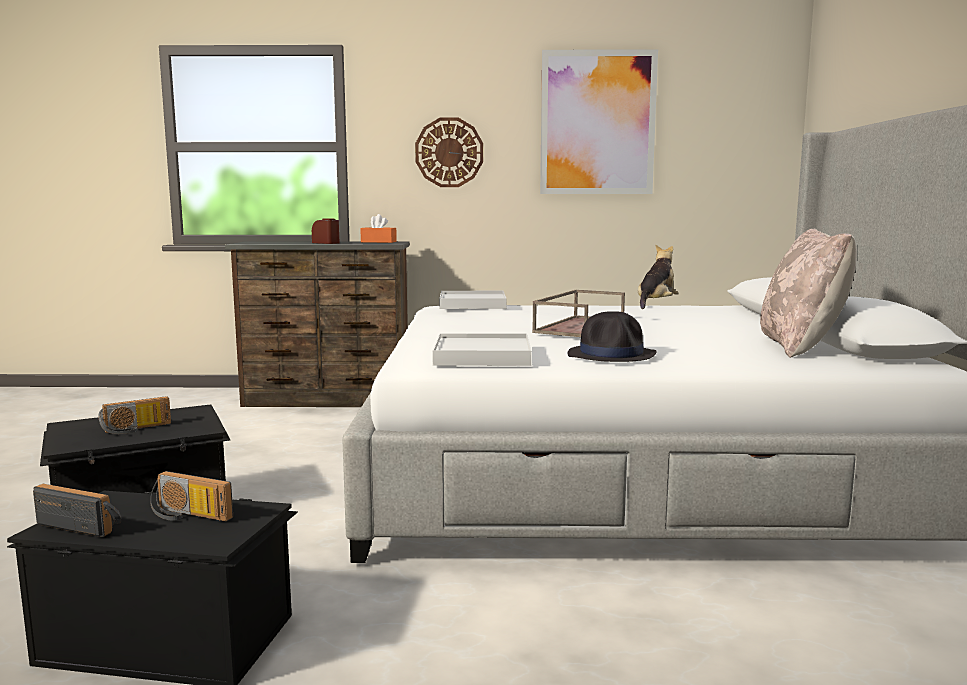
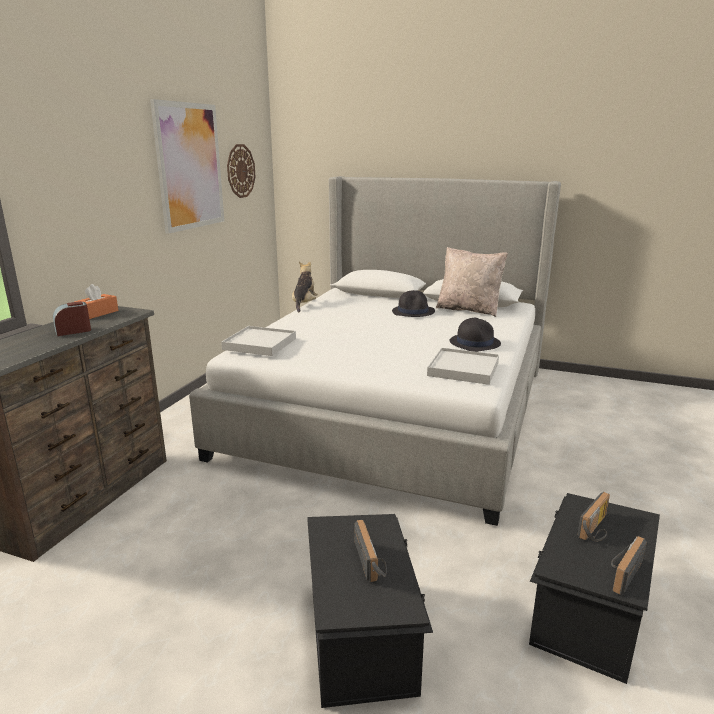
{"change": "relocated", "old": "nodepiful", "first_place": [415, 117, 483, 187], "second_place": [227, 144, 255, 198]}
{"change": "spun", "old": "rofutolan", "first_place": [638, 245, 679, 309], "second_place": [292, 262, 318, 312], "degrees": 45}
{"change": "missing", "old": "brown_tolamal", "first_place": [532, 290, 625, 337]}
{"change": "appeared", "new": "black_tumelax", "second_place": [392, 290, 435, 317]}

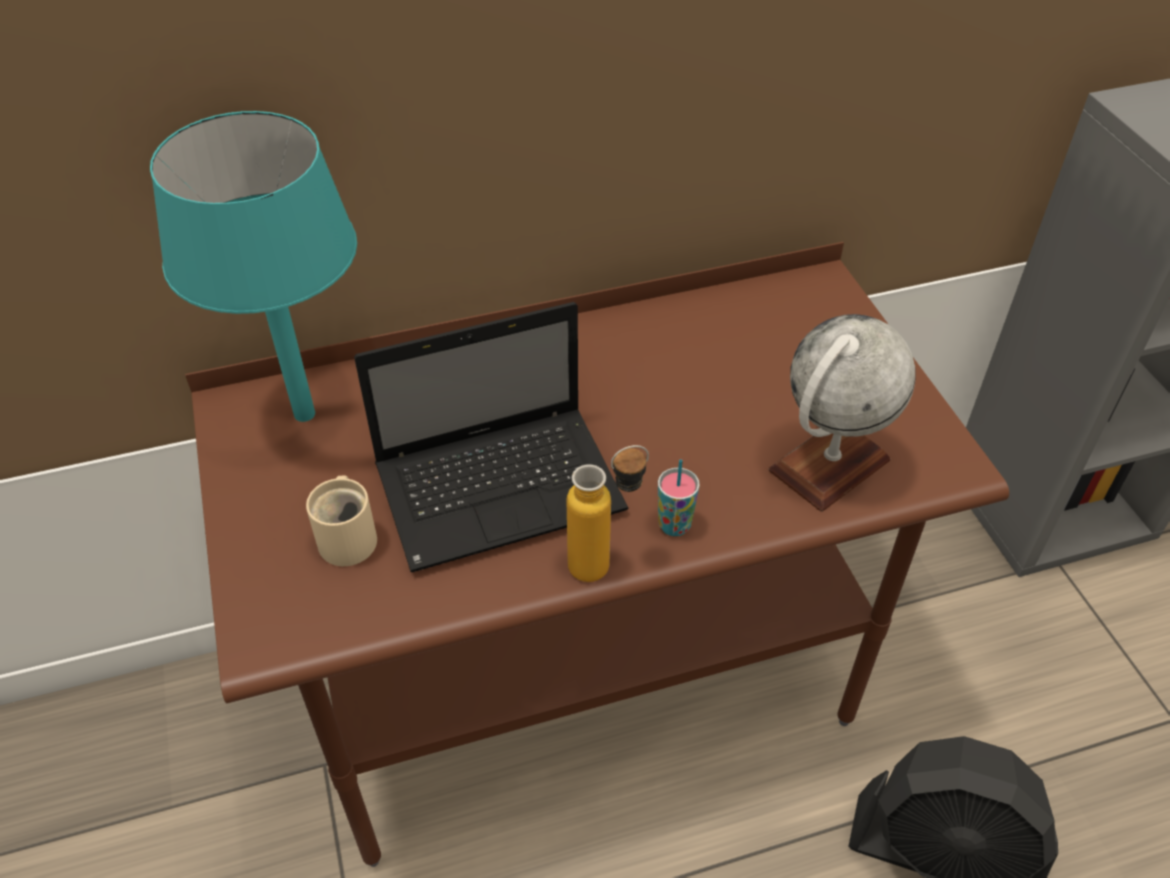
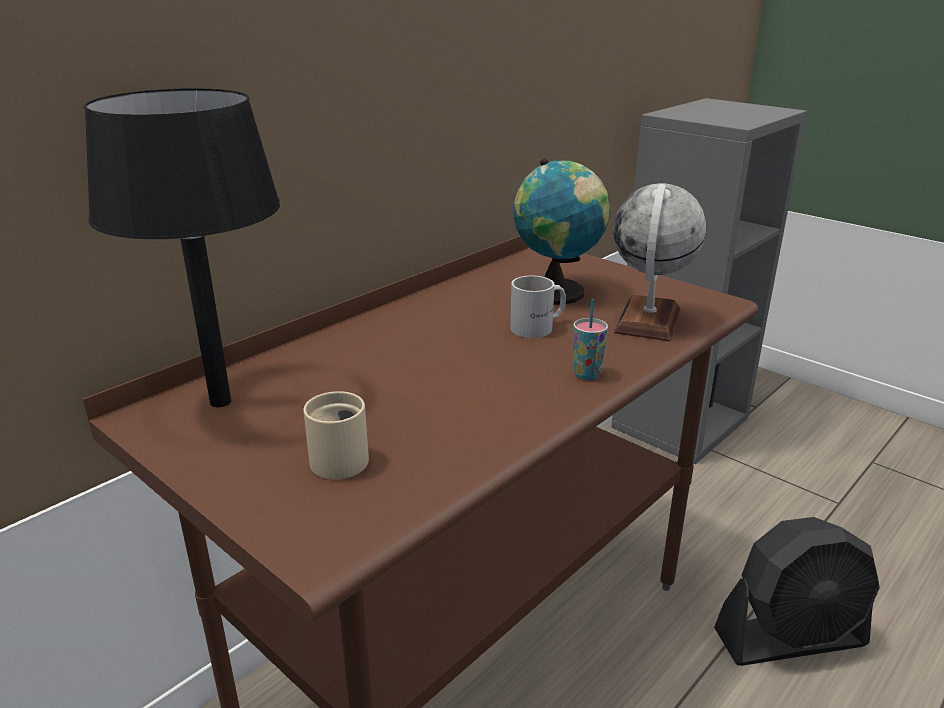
{"change": "colour", "old": "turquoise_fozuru", "new": "black_fozuru", "first_place": [150, 111, 357, 422], "second_place": [84, 88, 280, 407]}
{"change": "missing", "old": "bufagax", "first_place": [354, 302, 629, 572]}
{"change": "missing", "old": "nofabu", "first_place": [567, 445, 649, 582]}
{"change": "appeared", "new": "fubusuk", "second_place": [513, 159, 610, 305]}
{"change": "appeared", "new": "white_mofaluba", "second_place": [510, 276, 566, 338]}

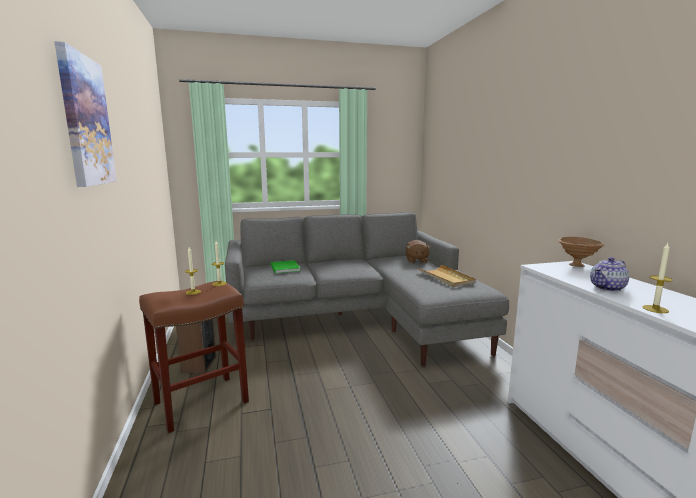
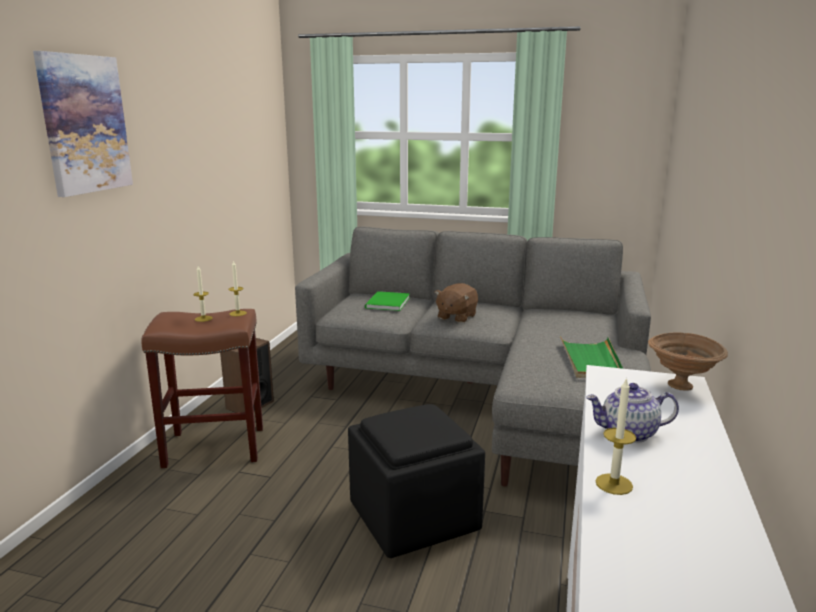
{"change": "relocated", "old": "brown_rofutolan", "first_place": [406, 240, 431, 263], "second_place": [435, 283, 478, 323]}
{"change": "colour", "old": "beige_tolamal", "new": "green_tolamal", "first_place": [418, 264, 476, 287], "second_place": [560, 336, 623, 378]}
{"change": "appeared", "new": "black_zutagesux", "second_place": [348, 404, 485, 558]}

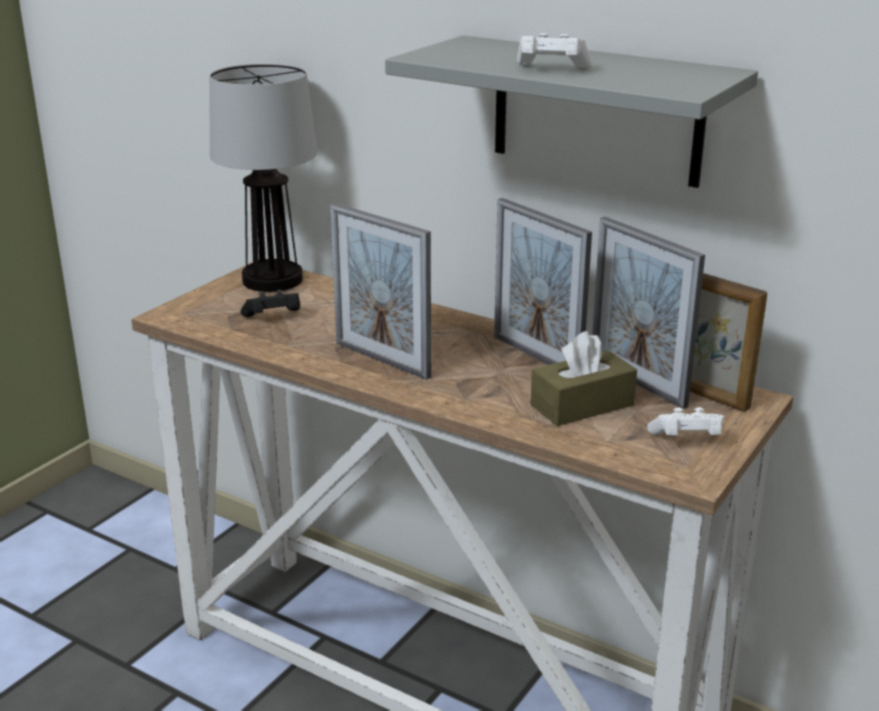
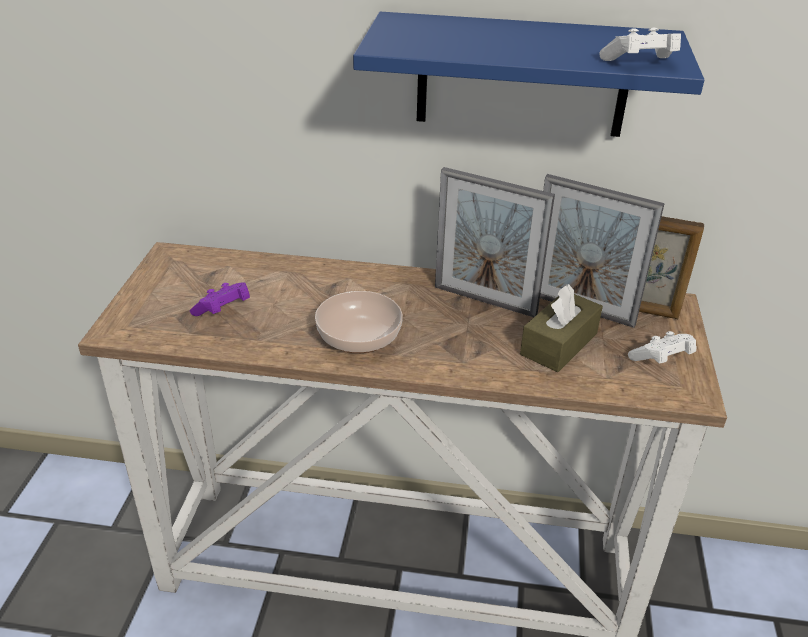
{"change": "relocated", "old": "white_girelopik", "first_place": [517, 33, 592, 68], "second_place": [599, 28, 681, 61]}
{"change": "colour", "old": "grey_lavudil", "new": "blue_lavudil", "first_place": [385, 35, 758, 188], "second_place": [353, 12, 704, 137]}
{"change": "missing", "old": "fozuru", "first_place": [209, 64, 317, 292]}
{"change": "exchanged", "old": "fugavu", "new": "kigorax", "first_place": [330, 203, 431, 380], "second_place": [315, 291, 403, 353]}
{"change": "colour", "old": "black_girelopik", "new": "purple_girelopik", "first_place": [241, 290, 300, 317], "second_place": [190, 282, 250, 316]}

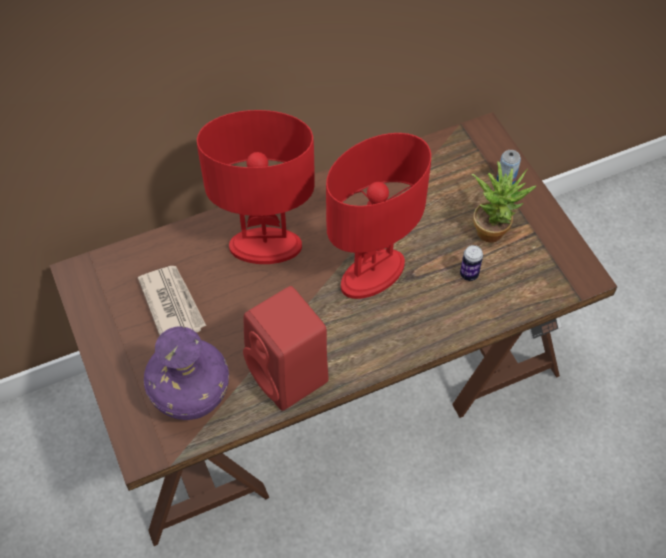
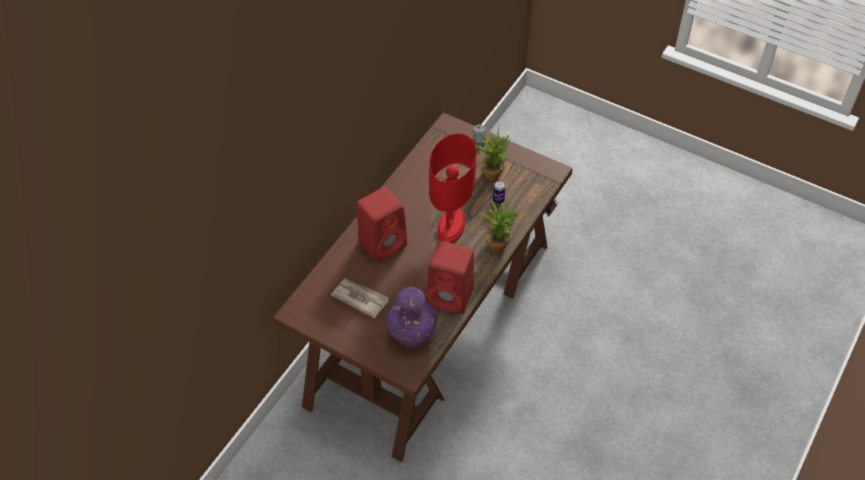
{"change": "exchanged", "old": "red_fozuru", "new": "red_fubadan", "first_place": [197, 110, 315, 264], "second_place": [357, 187, 407, 262]}
{"change": "appeared", "new": "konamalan", "second_place": [480, 200, 519, 252]}

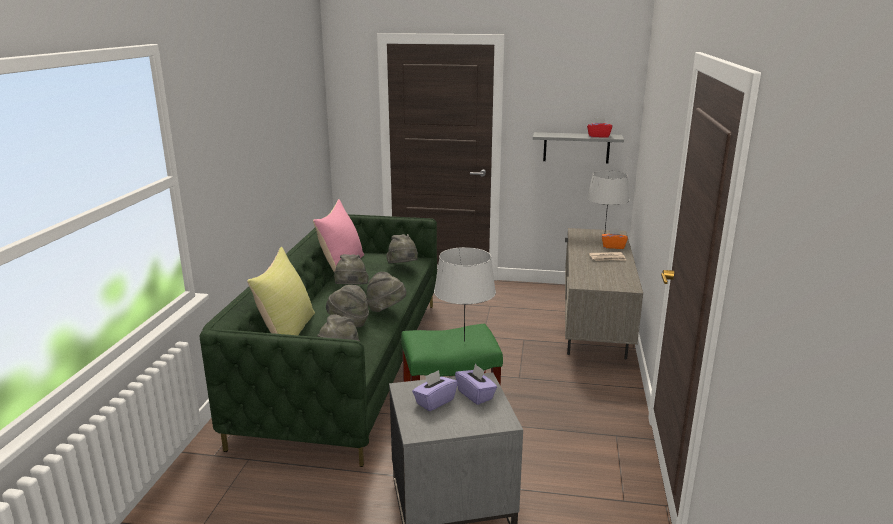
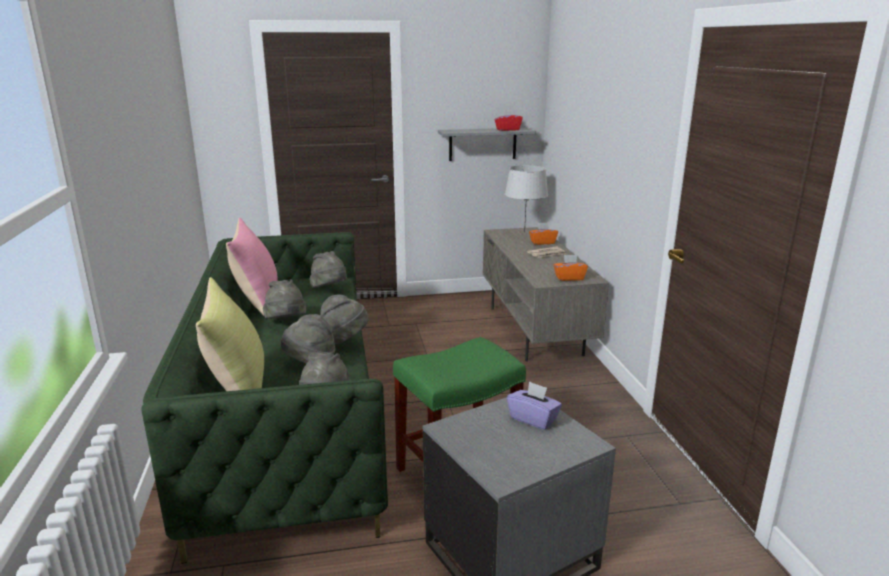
{"change": "missing", "old": "grey_fozuru", "first_place": [434, 247, 496, 342]}
{"change": "missing", "old": "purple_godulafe", "first_place": [412, 370, 458, 411]}
{"change": "appeared", "new": "orange_godulafe", "second_place": [554, 255, 588, 281]}

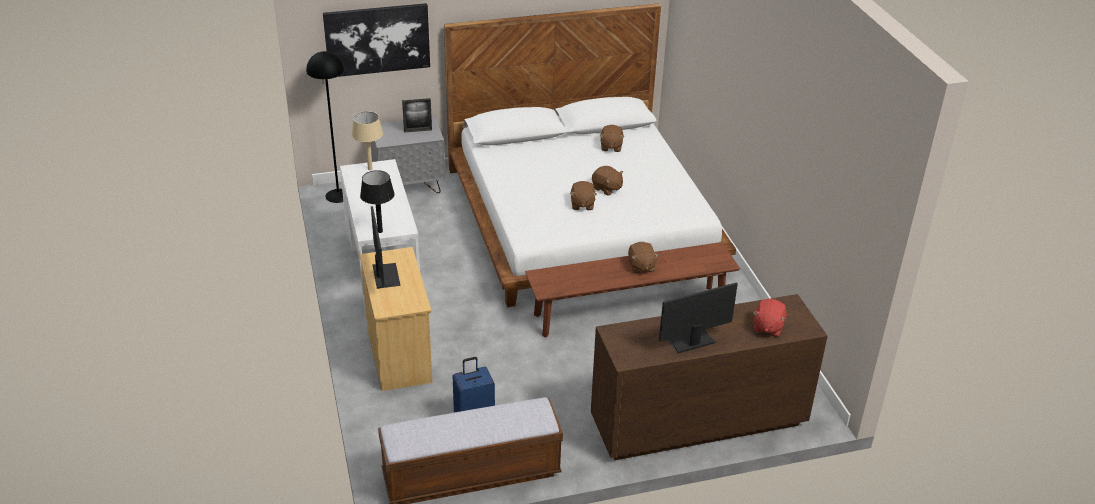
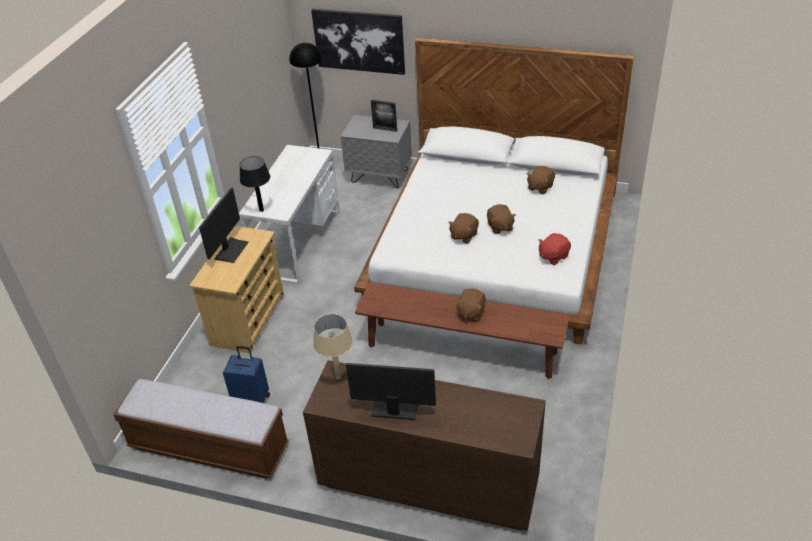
{"change": "relocated", "old": "beige_fozuru", "first_place": [351, 111, 383, 171], "second_place": [313, 314, 353, 379]}
{"change": "relocated", "old": "red_rofutolan", "first_place": [753, 299, 787, 337], "second_place": [539, 233, 571, 265]}

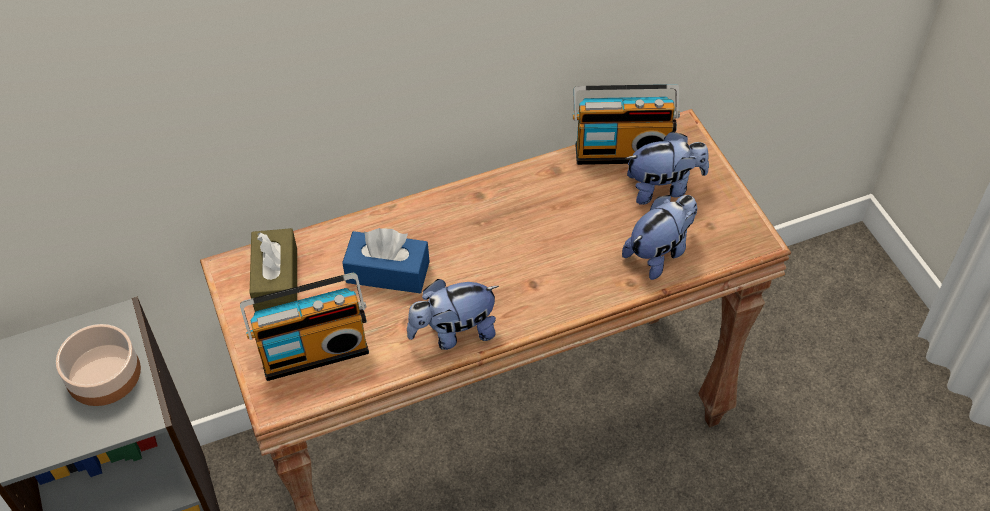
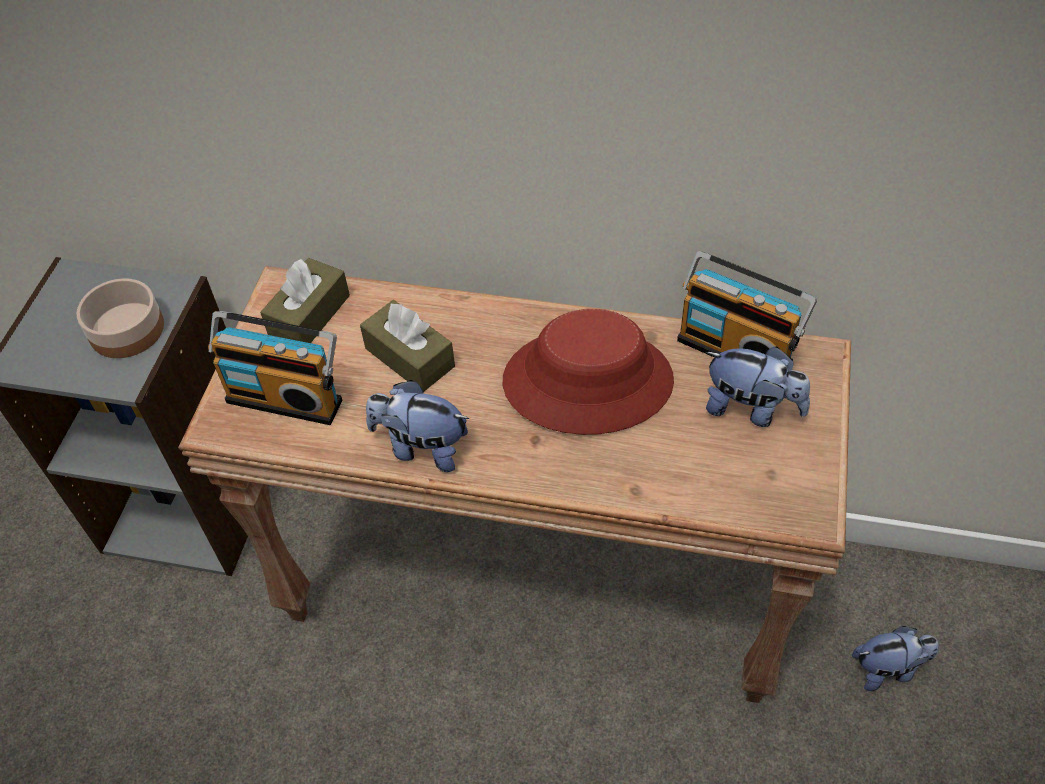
{"change": "relocated", "old": "rofutolan", "first_place": [622, 195, 697, 280], "second_place": [852, 626, 939, 691]}
{"change": "colour", "old": "blue_godulafe", "new": "brown_godulafe", "first_place": [342, 228, 430, 293], "second_place": [360, 300, 455, 392]}
{"change": "appeared", "new": "red_tumelax", "second_place": [503, 309, 674, 435]}

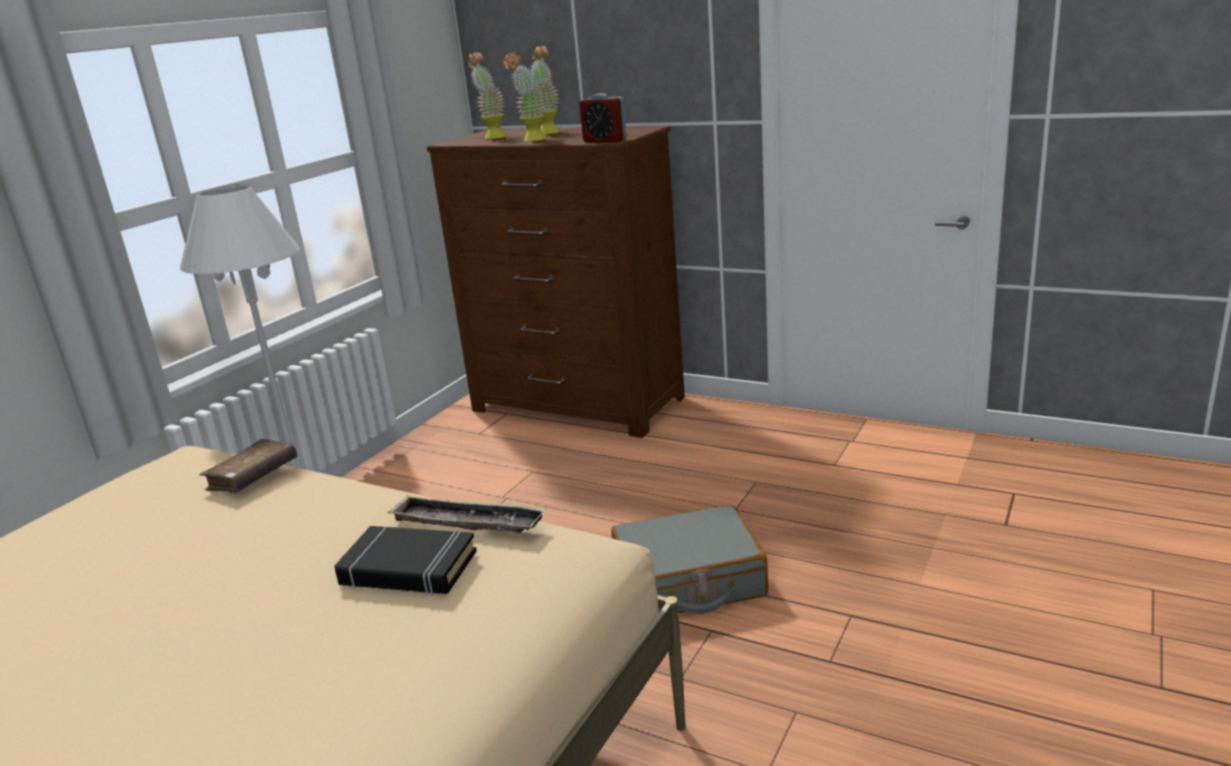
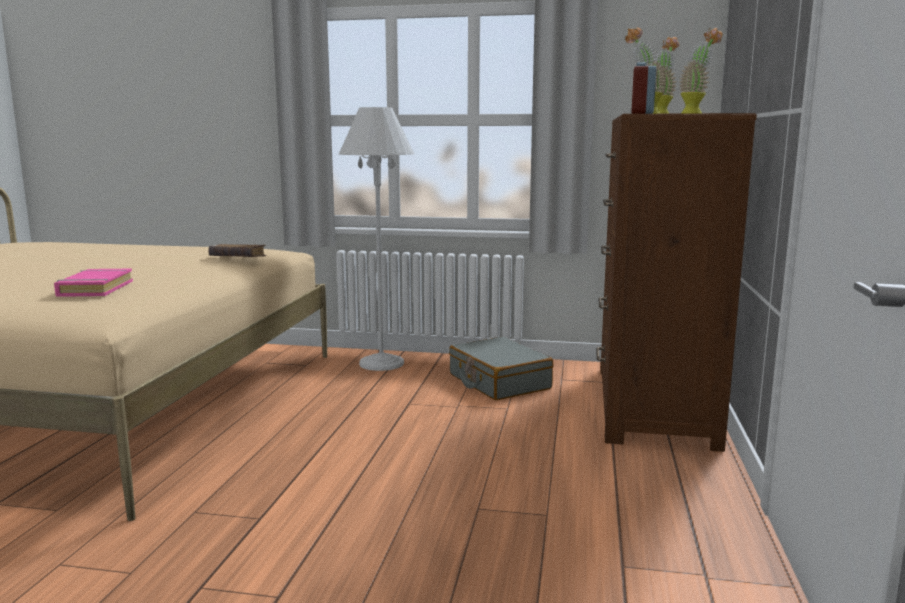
{"change": "missing", "old": "tolamal", "first_place": [388, 495, 546, 532]}
{"change": "relocated", "old": "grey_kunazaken", "first_place": [611, 504, 768, 614], "second_place": [449, 337, 554, 401]}
{"change": "colour", "old": "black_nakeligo", "new": "pink_nakeligo", "first_place": [334, 526, 477, 595], "second_place": [54, 269, 133, 297]}

